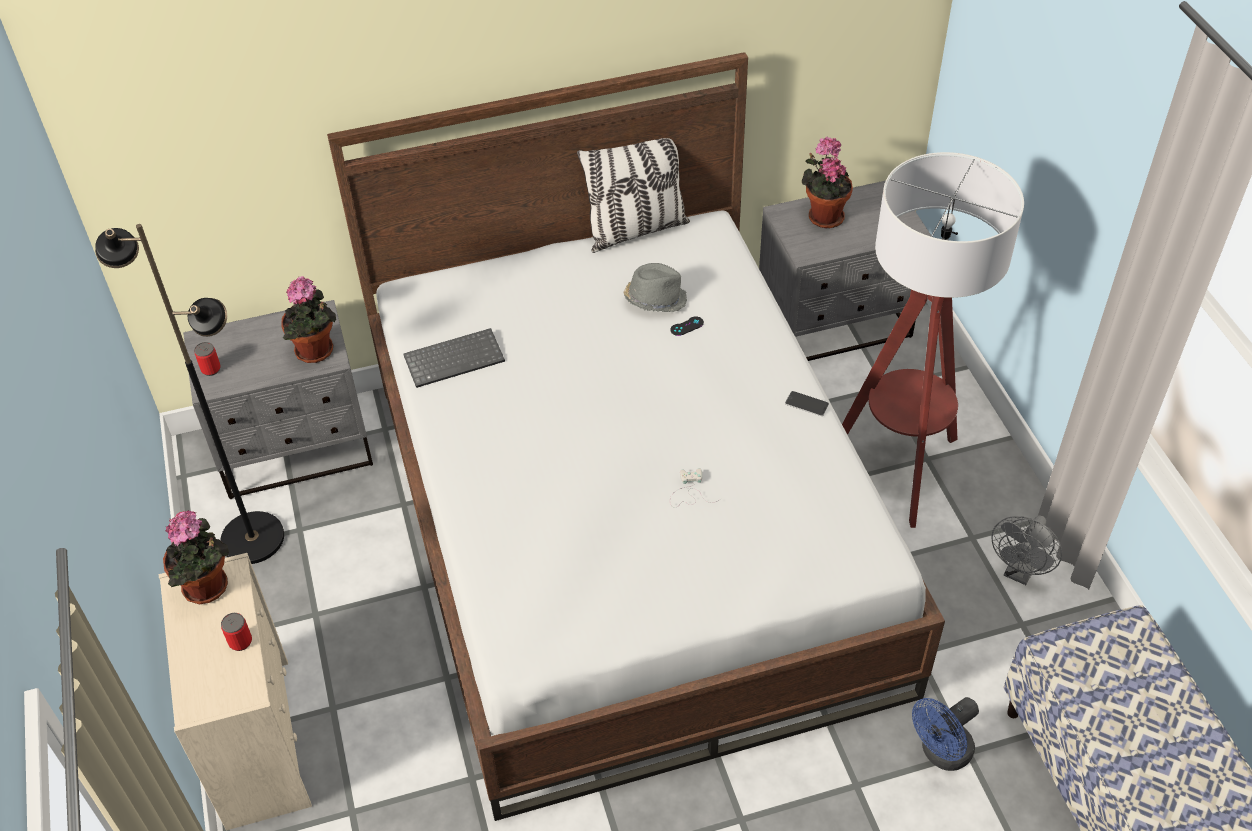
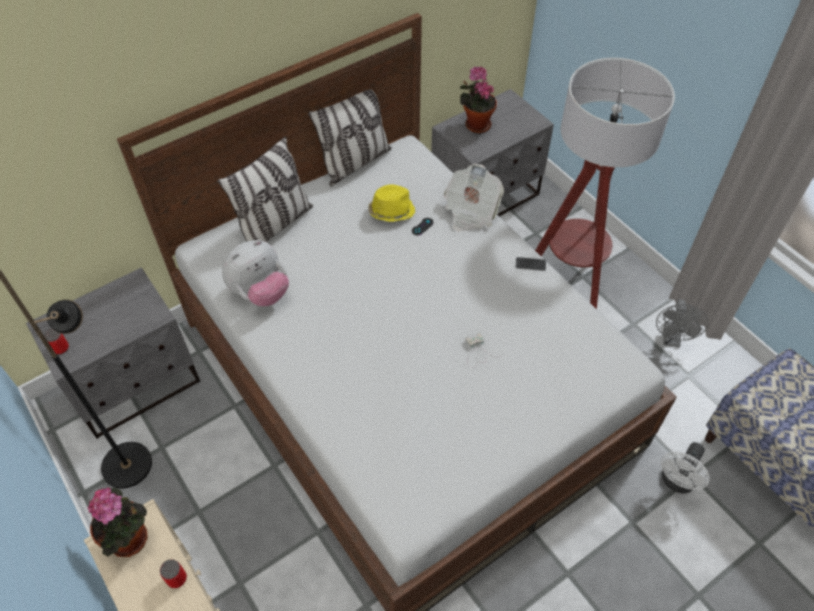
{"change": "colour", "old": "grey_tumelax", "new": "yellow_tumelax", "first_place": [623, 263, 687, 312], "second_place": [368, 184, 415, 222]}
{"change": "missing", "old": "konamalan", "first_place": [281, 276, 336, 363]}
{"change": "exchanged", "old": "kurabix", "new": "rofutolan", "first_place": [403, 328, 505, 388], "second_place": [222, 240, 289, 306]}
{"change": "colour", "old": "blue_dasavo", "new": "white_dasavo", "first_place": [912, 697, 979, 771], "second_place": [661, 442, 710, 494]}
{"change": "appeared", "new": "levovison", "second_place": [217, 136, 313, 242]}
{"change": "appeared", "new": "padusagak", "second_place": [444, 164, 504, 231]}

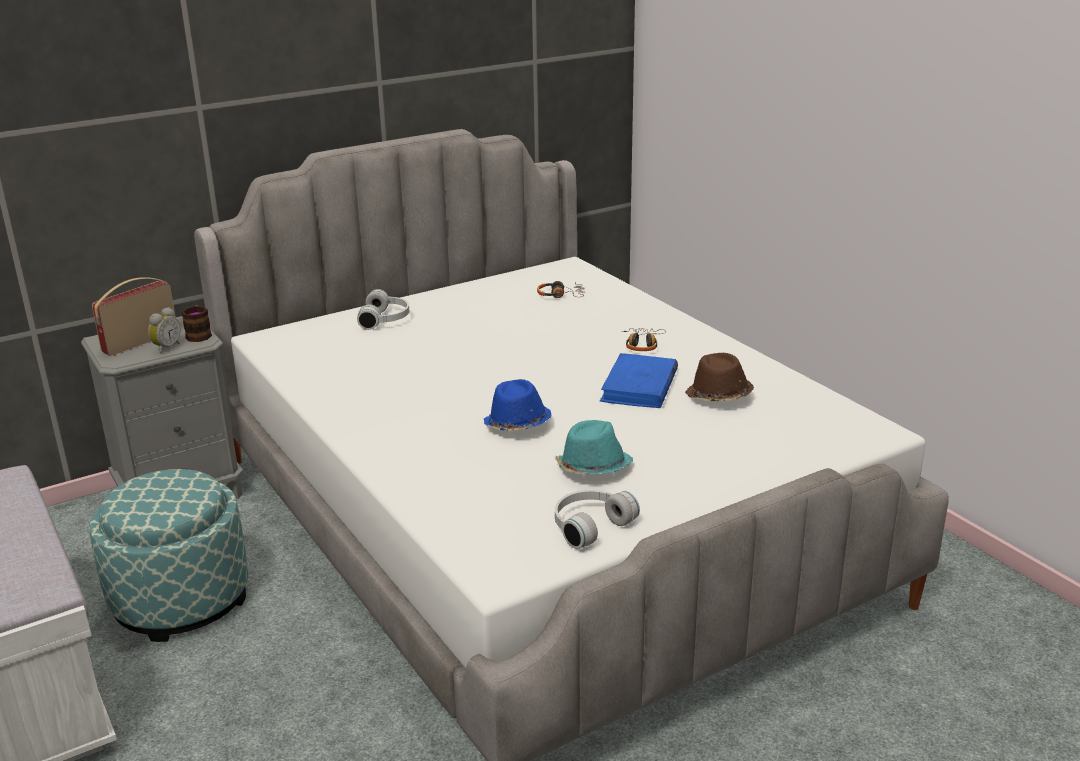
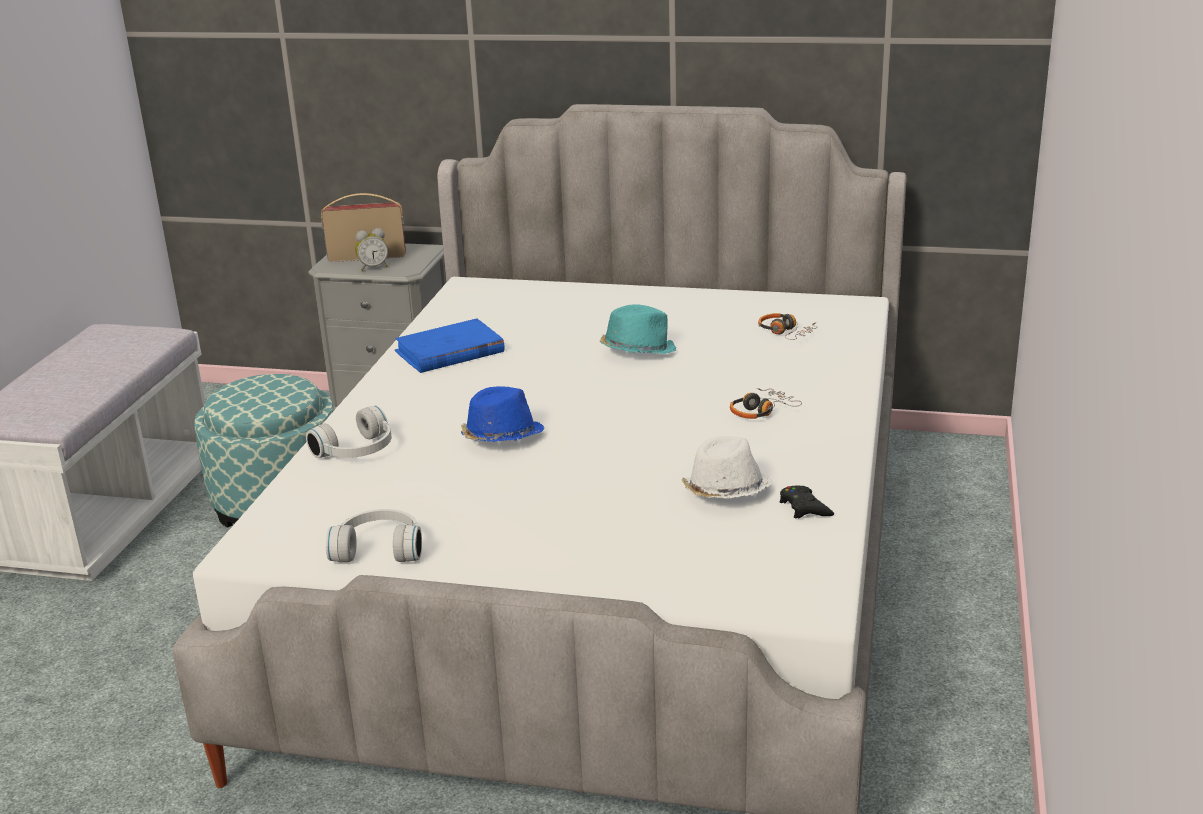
{"change": "relocated", "old": "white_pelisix", "first_place": [357, 289, 409, 330], "second_place": [306, 406, 391, 458]}
{"change": "missing", "old": "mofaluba", "first_place": [181, 305, 212, 342]}
{"change": "relocated", "old": "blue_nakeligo", "first_place": [600, 353, 678, 408], "second_place": [395, 318, 505, 373]}
{"change": "colour", "old": "brown_tumelax", "new": "white_tumelax", "first_place": [685, 353, 754, 402], "second_place": [682, 436, 773, 499]}
{"change": "relocated", "old": "turquoise_tumelax", "first_place": [555, 420, 633, 475], "second_place": [600, 304, 676, 354]}
{"change": "appeared", "new": "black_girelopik", "second_place": [780, 486, 834, 518]}

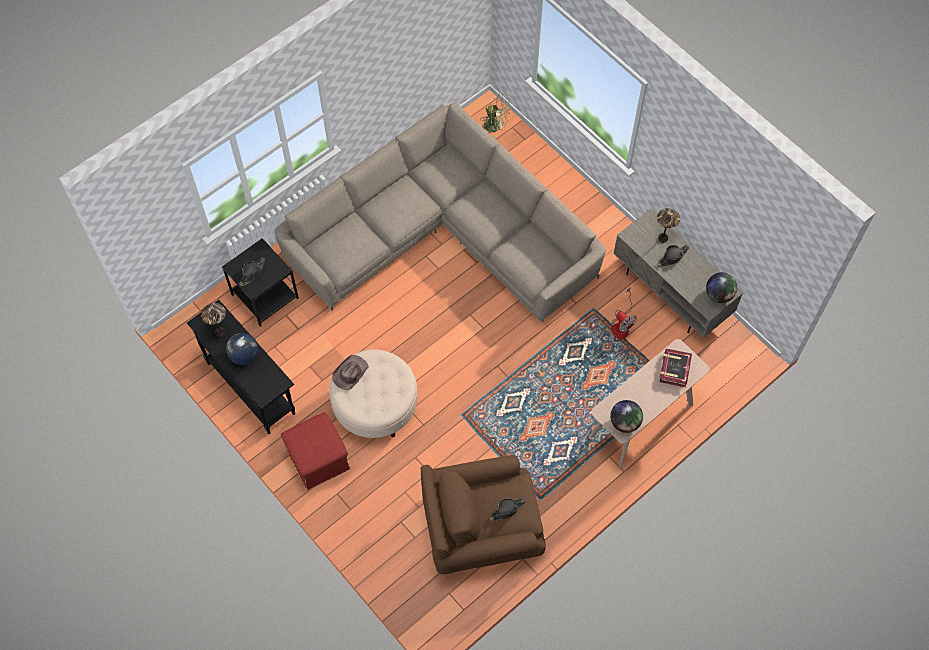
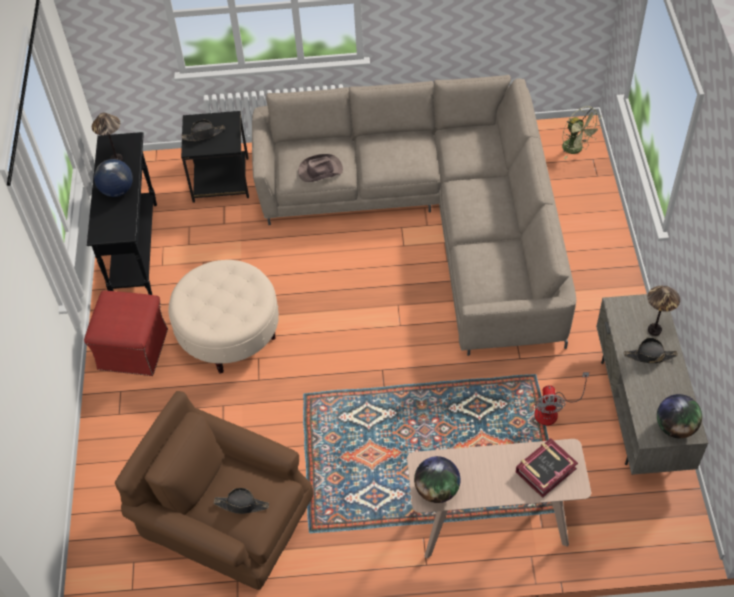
{"change": "relocated", "old": "brown_tumelax", "first_place": [332, 355, 369, 390], "second_place": [298, 154, 343, 182]}

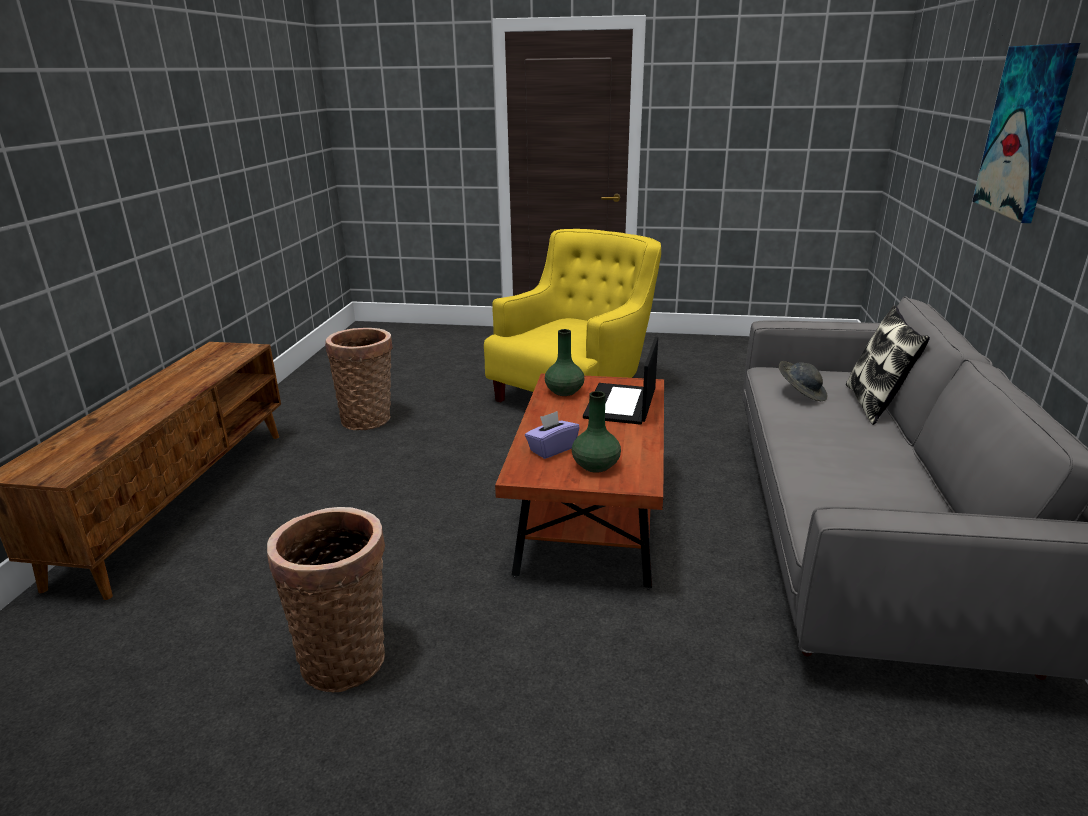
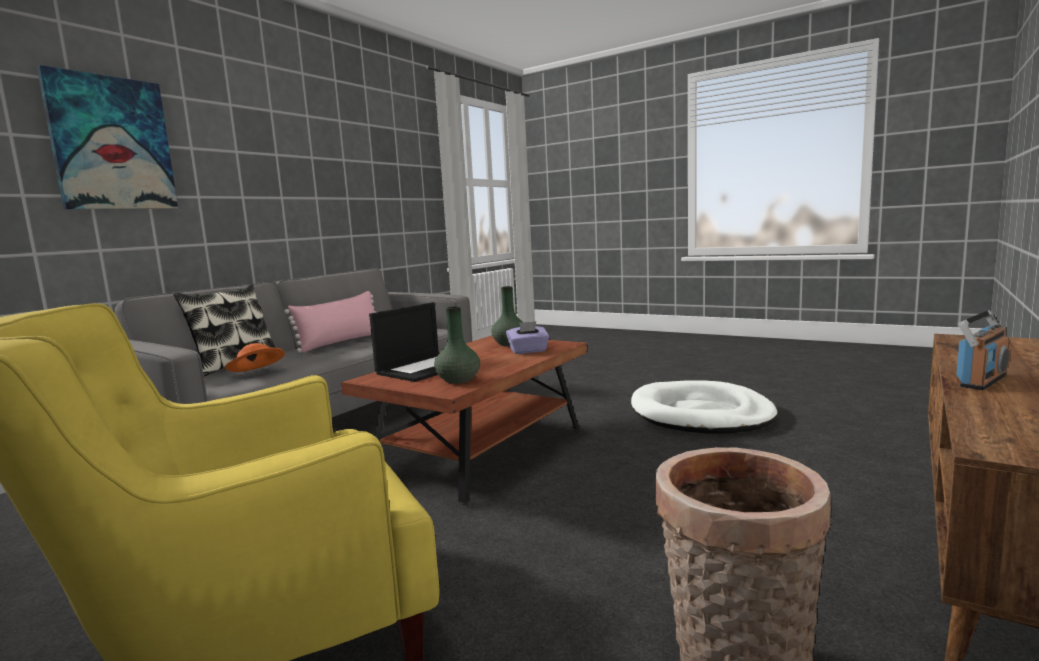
{"change": "colour", "old": "grey_tumelax", "new": "orange_tumelax", "first_place": [779, 361, 827, 401], "second_place": [225, 343, 285, 372]}
{"change": "exchanged", "old": "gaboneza", "new": "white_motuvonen", "first_place": [267, 507, 385, 693], "second_place": [631, 380, 778, 434]}
{"change": "appeared", "new": "pink_levovison", "second_place": [284, 291, 376, 353]}
{"change": "appeared", "new": "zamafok", "second_place": [956, 310, 1009, 390]}

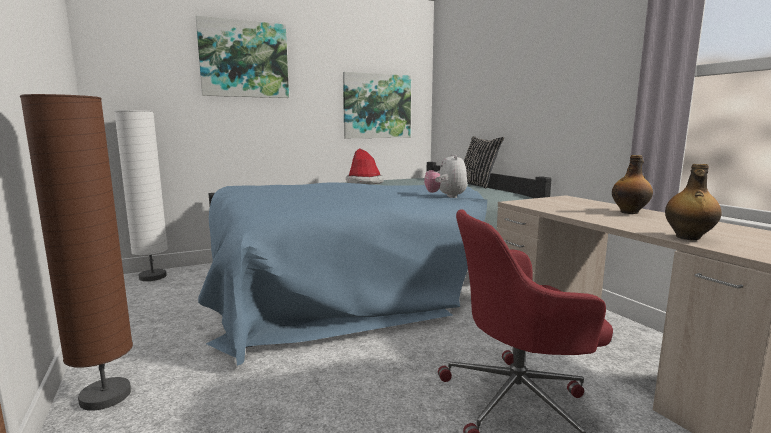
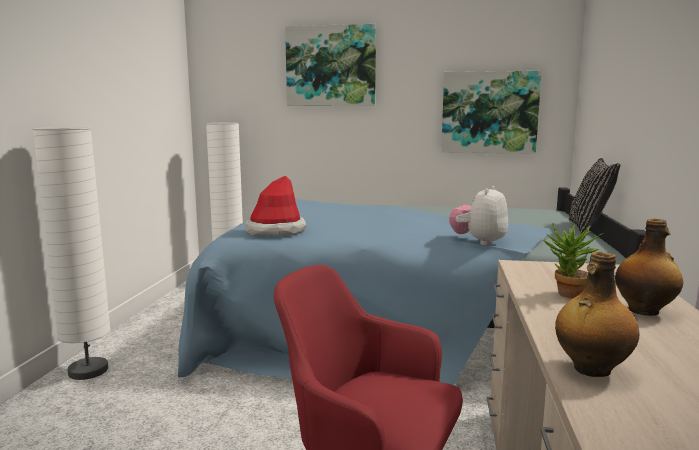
{"change": "colour", "old": "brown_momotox", "new": "white_momotox", "first_place": [20, 94, 133, 411], "second_place": [33, 127, 111, 380]}
{"change": "relocated", "old": "tumelax", "first_place": [346, 148, 384, 185], "second_place": [245, 176, 306, 236]}
{"change": "appeared", "new": "konamalan", "second_place": [543, 223, 605, 298]}

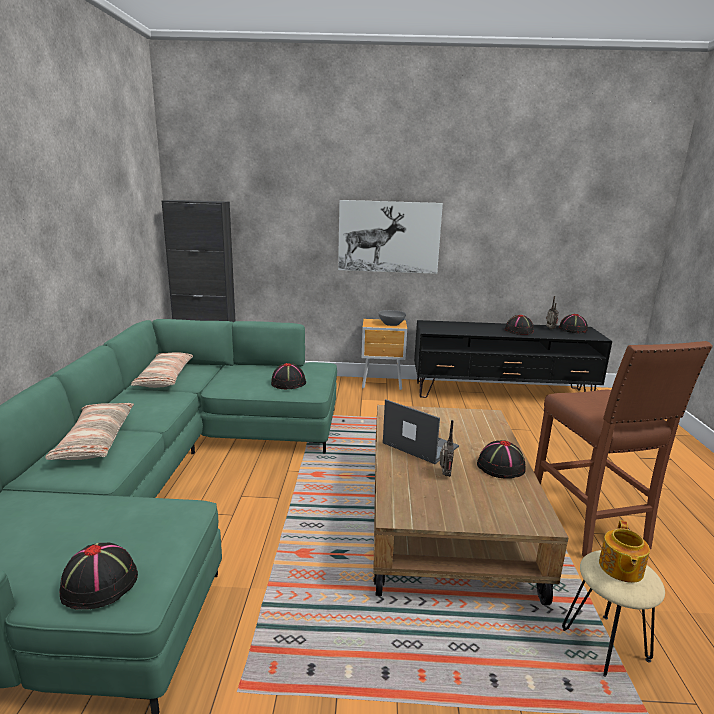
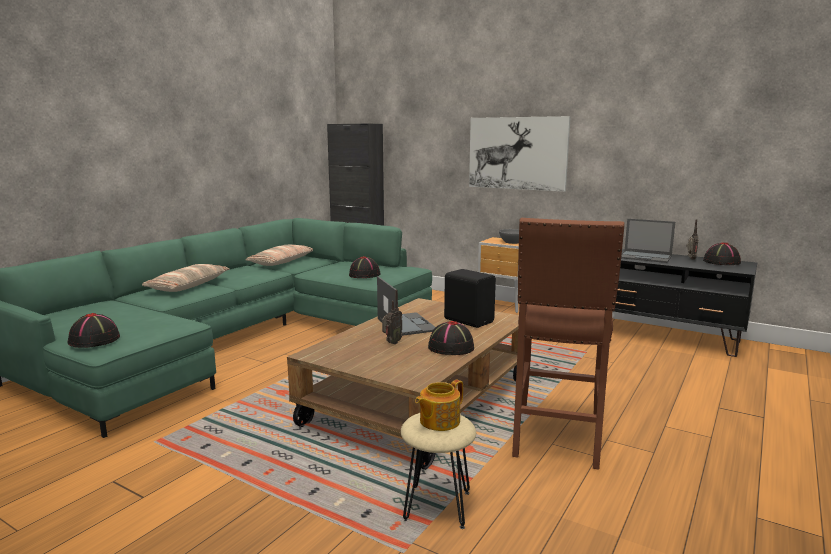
{"change": "exchanged", "old": "black_tumelax", "new": "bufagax", "first_place": [505, 315, 534, 335], "second_place": [621, 219, 675, 263]}
{"change": "appeared", "new": "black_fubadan", "second_place": [444, 269, 496, 328]}

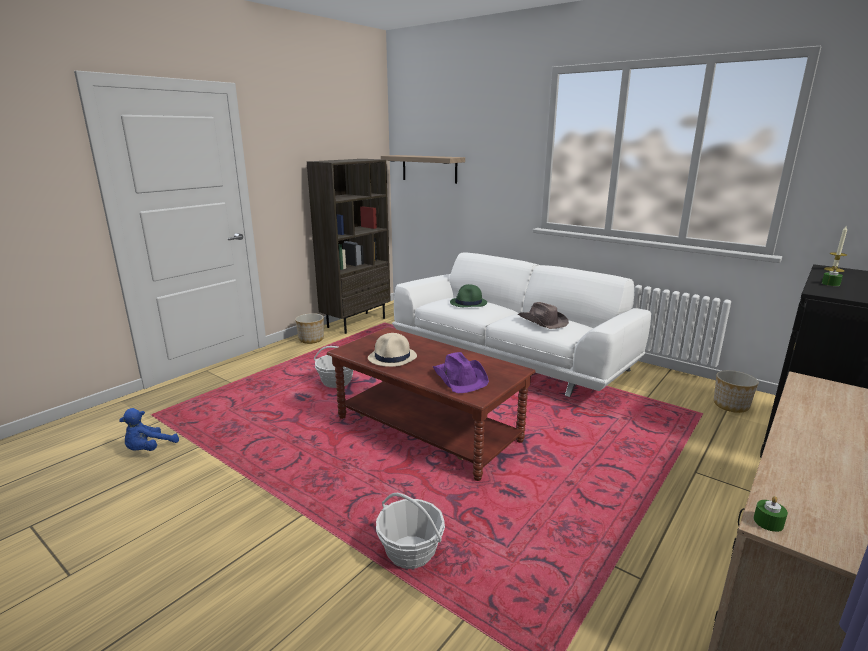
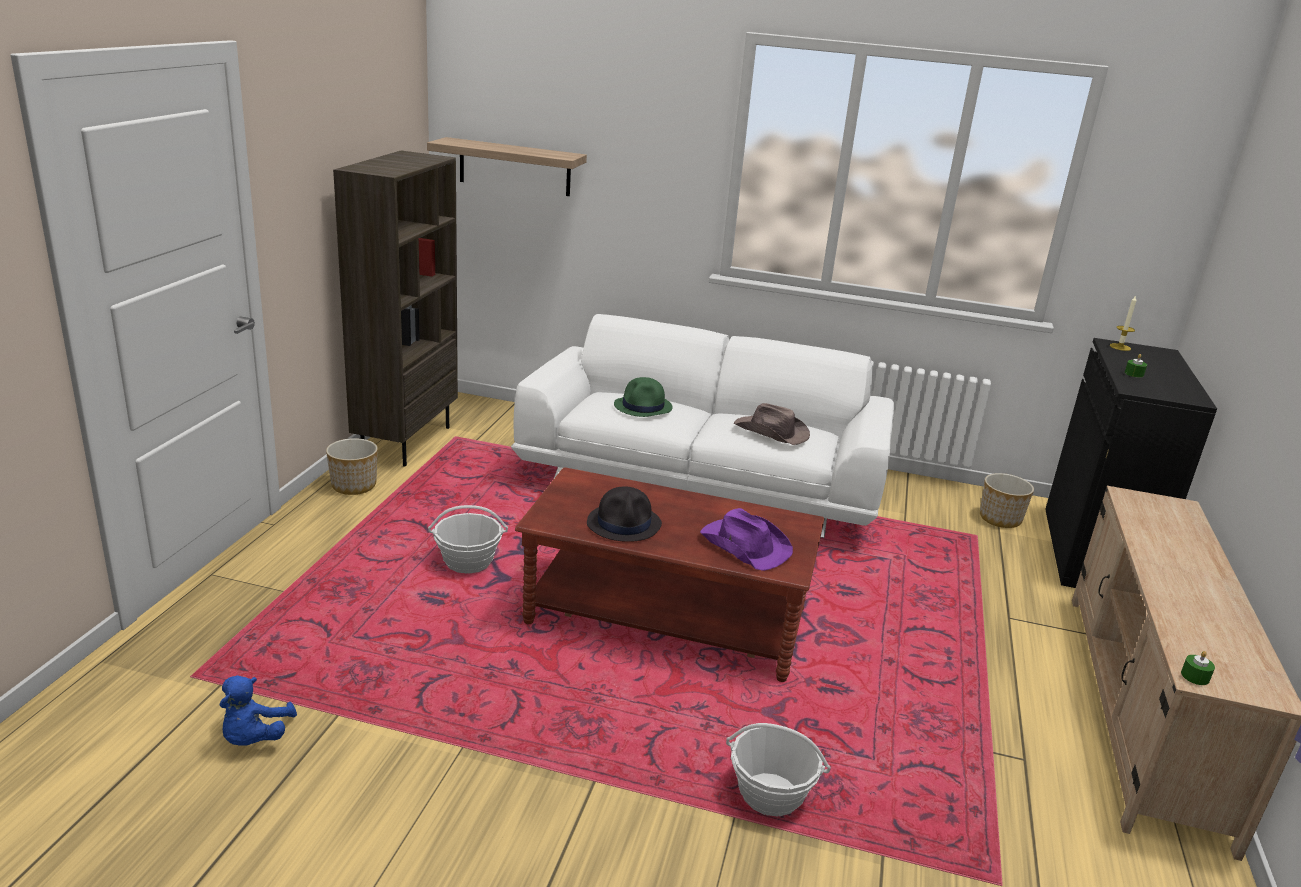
{"change": "colour", "old": "beige_tumelax", "new": "black_tumelax", "first_place": [368, 333, 417, 367], "second_place": [587, 486, 662, 542]}

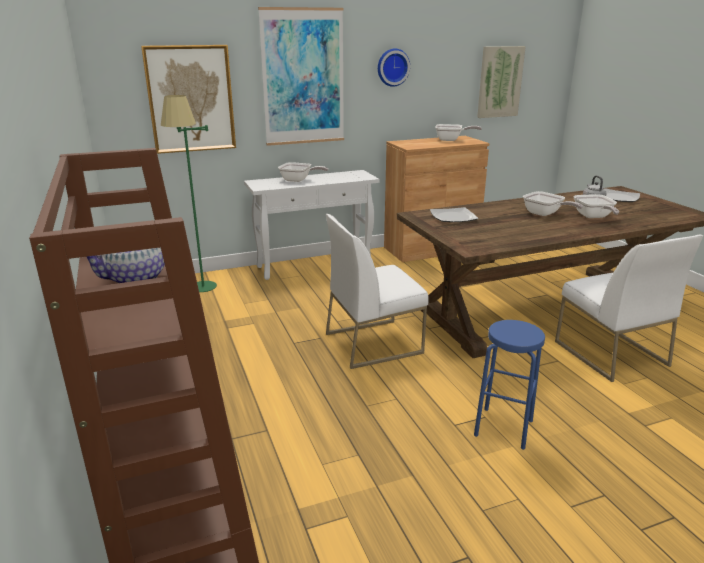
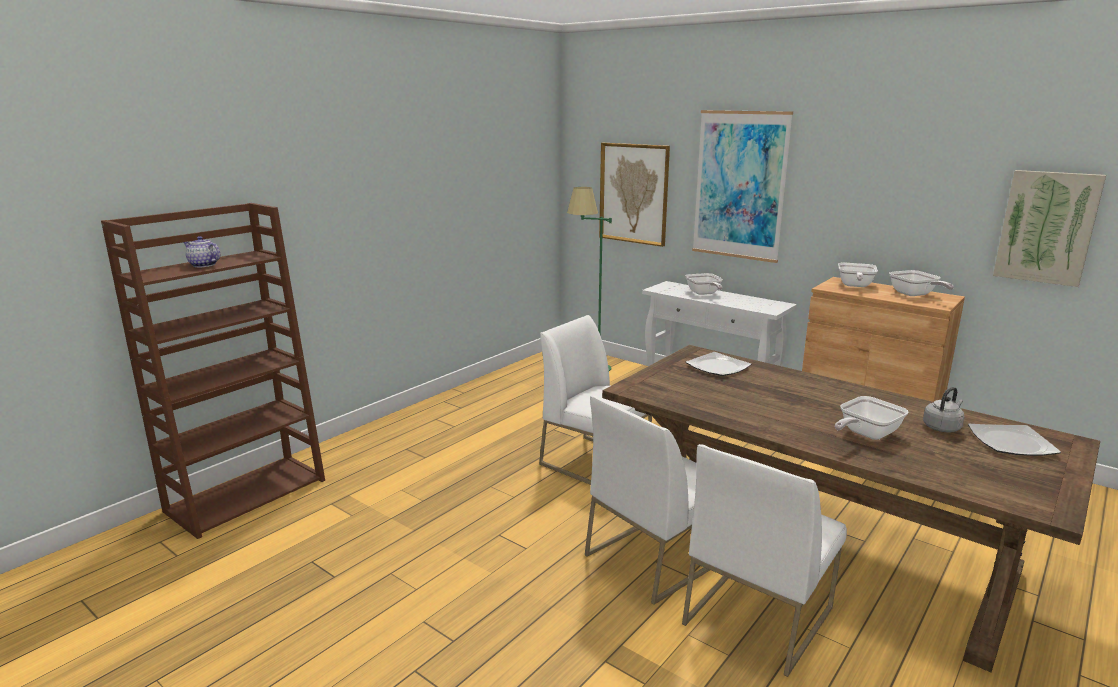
{"change": "missing", "old": "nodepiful", "first_place": [378, 48, 410, 87]}
{"change": "relocated", "old": "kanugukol", "first_place": [523, 191, 583, 216], "second_place": [838, 263, 878, 287]}
{"change": "missing", "old": "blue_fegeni", "first_place": [474, 320, 545, 450]}
{"change": "appeared", "new": "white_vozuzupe", "second_place": [585, 396, 710, 605]}

